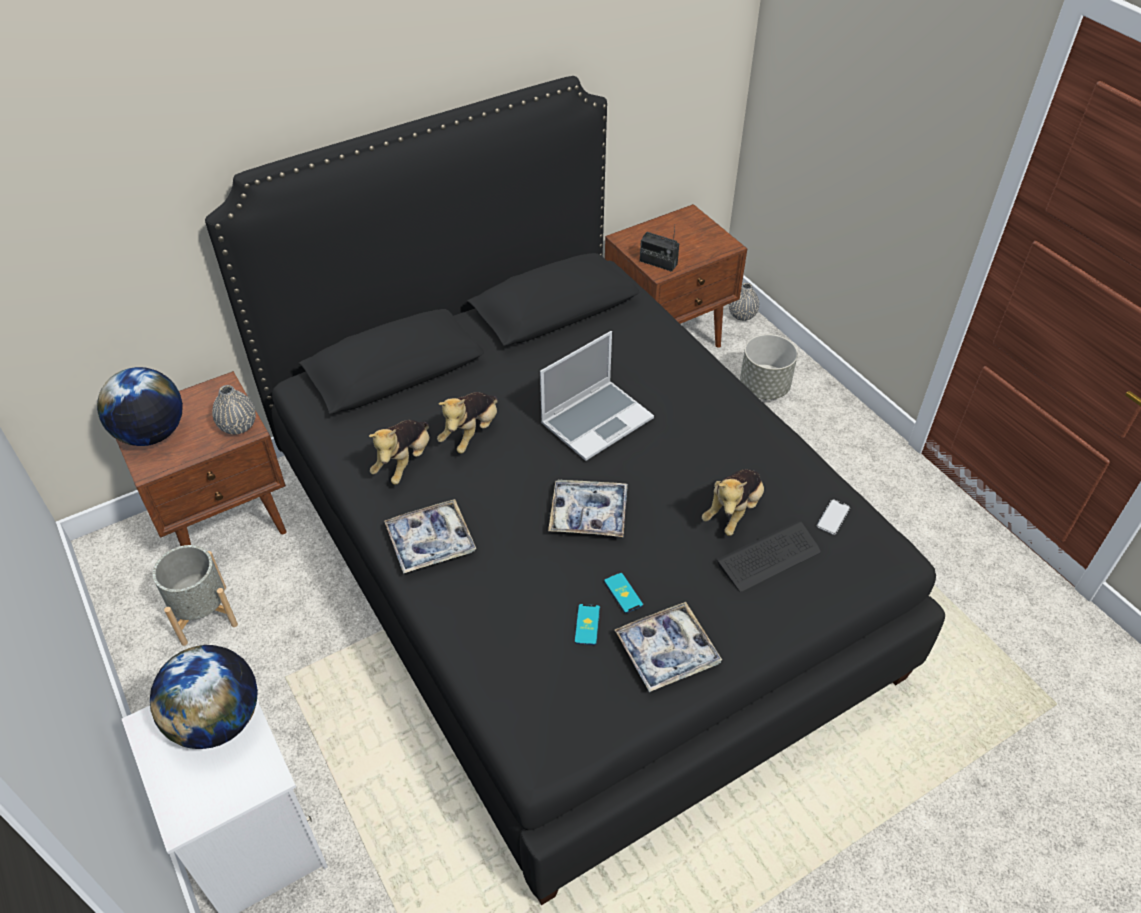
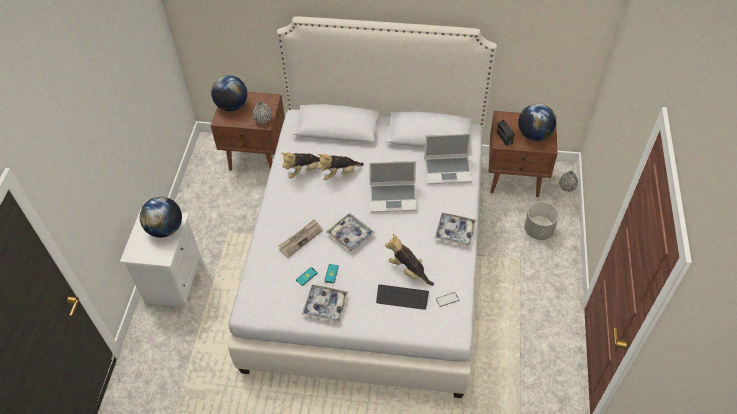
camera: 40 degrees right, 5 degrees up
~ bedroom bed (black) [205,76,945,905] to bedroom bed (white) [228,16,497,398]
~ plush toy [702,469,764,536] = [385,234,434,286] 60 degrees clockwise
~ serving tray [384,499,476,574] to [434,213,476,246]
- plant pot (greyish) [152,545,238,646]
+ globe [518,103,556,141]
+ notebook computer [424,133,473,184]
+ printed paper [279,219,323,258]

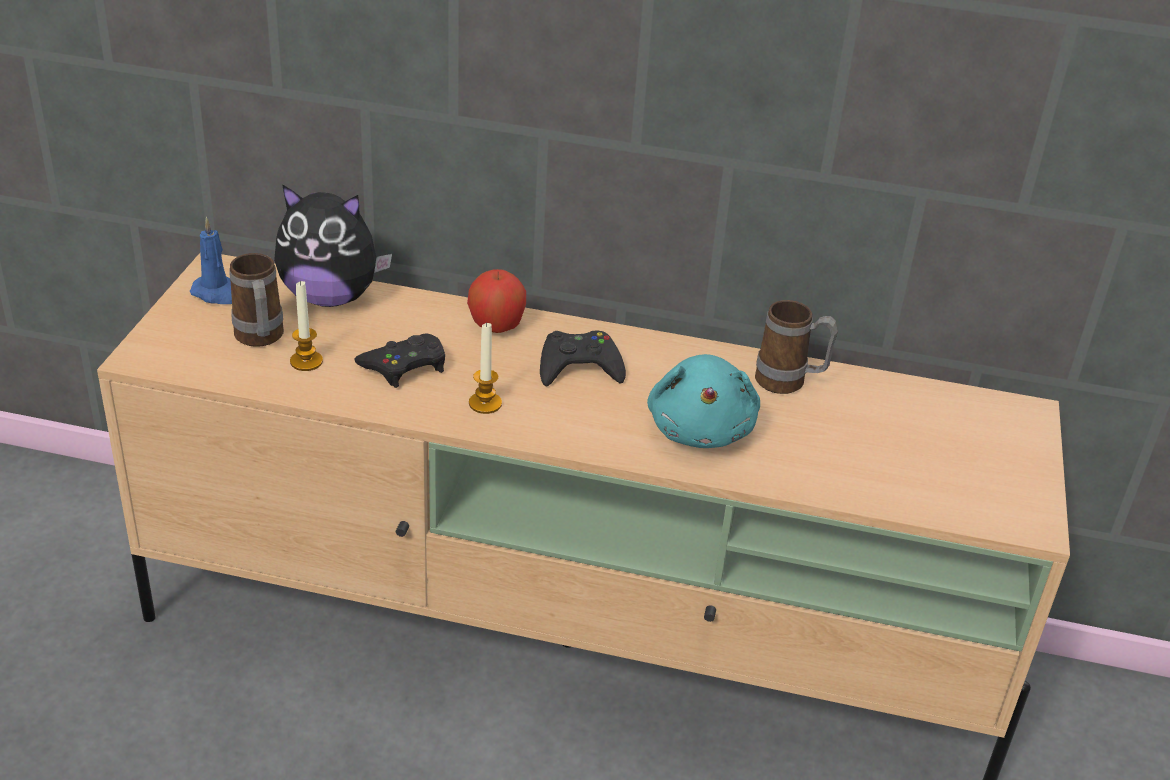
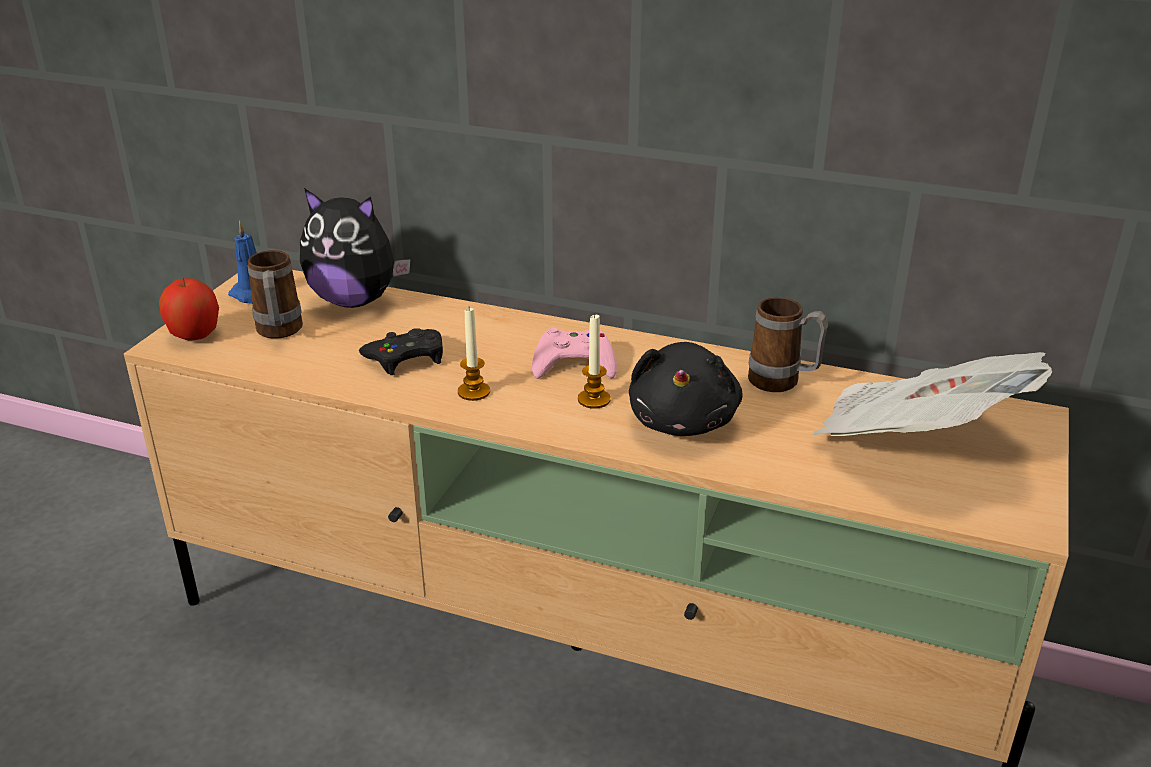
camera: 10 degrees right, 5 degrees down
~ whole apple [467,269,526,333] to [159,278,219,341]
~ wax candle [290,281,323,371] to [578,314,611,409]
~ game controller (black) [540,330,626,386] to game controller (pinkish) [532,327,617,379]
~ plush toy (turquoise) [647,354,760,448] to plush toy (black) [629,342,742,436]
+ printed paper [813,352,1052,436]

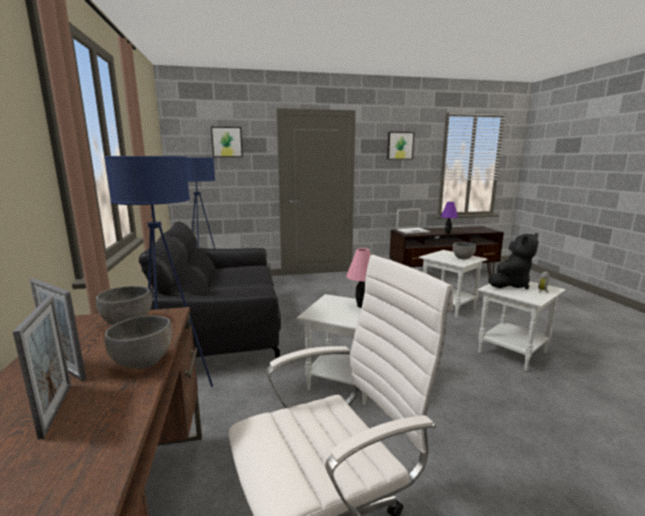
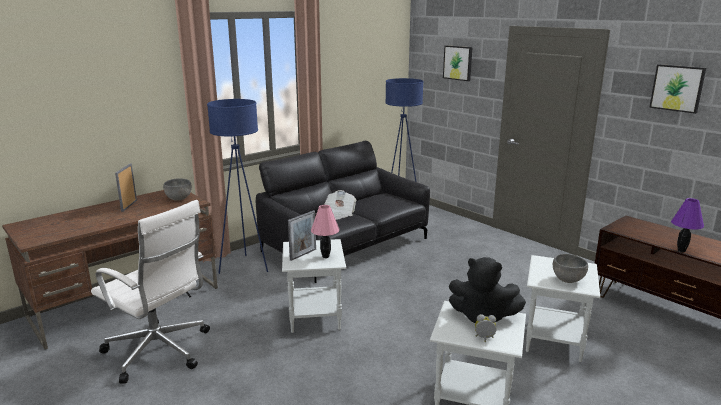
camera: 60 degrees right, 5 degrees up
- notebook computer [396,208,430,234]
~ picture frame [13,296,71,440] to [288,210,316,261]
- serving bowl (greyish) [105,316,172,369]
+ printed paper [324,190,356,220]

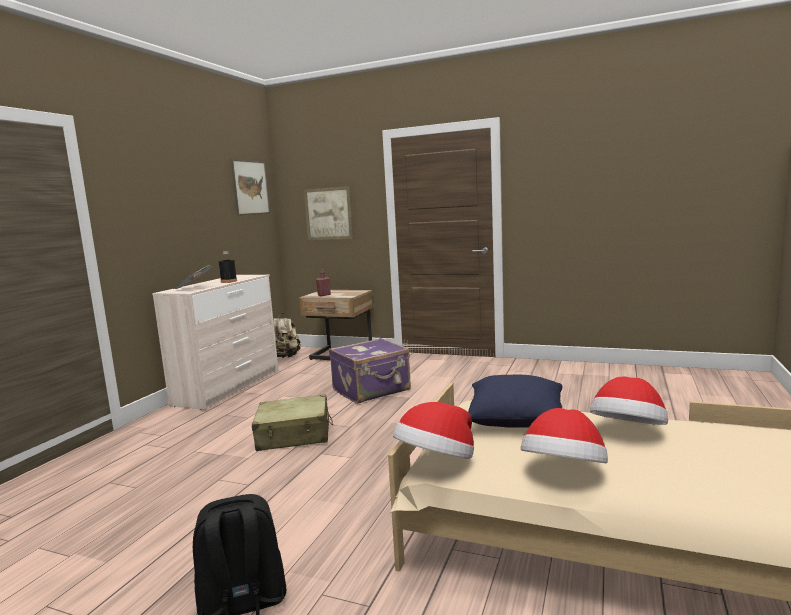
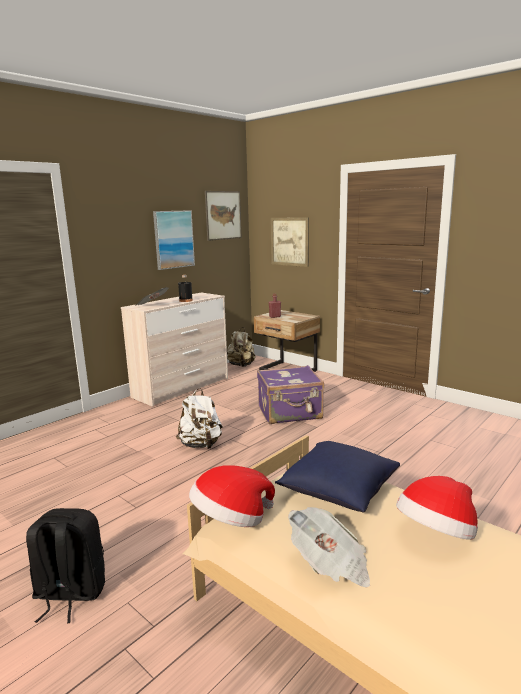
camera: 20 degrees right, 5 degrees up
~ suitcase (sand-coloured) [252,394,333,451] to backpack (white) [176,388,223,449]
~ clothing hat [521,408,608,463] to printed paper [288,507,370,588]
+ wall art [153,210,195,270]

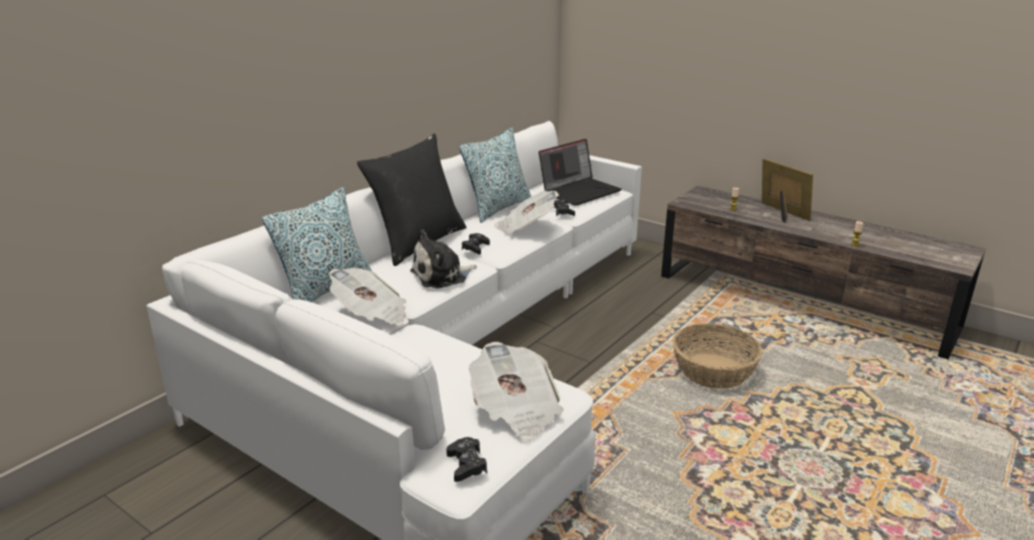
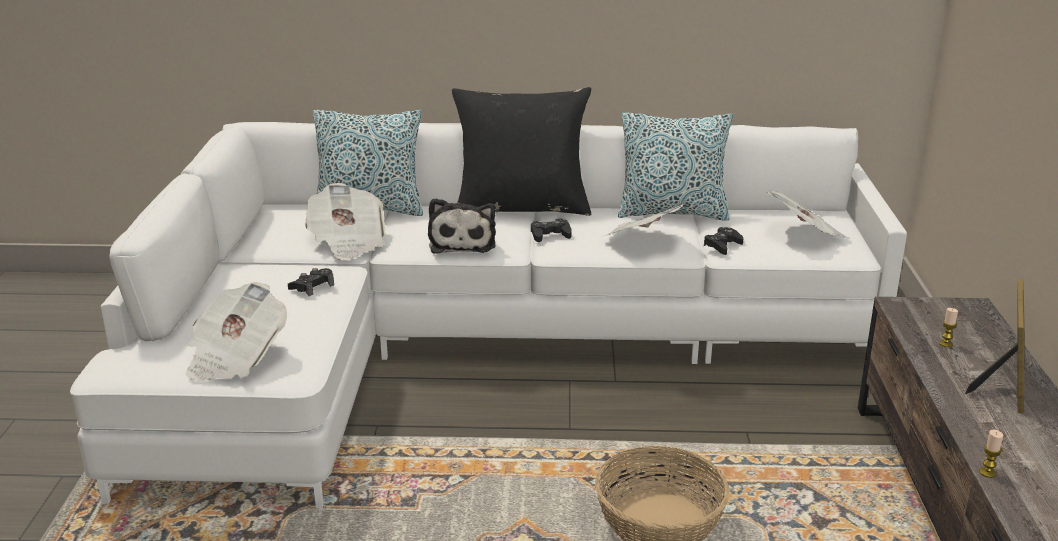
camera: 55 degrees right, 0 degrees up
~ notebook computer [538,139,622,206] to printed paper [767,191,850,239]
~ plush toy [410,229,477,288] = [428,198,496,254] 120 degrees counterclockwise
~ game controller (black) [446,437,487,482] to [288,268,334,296]

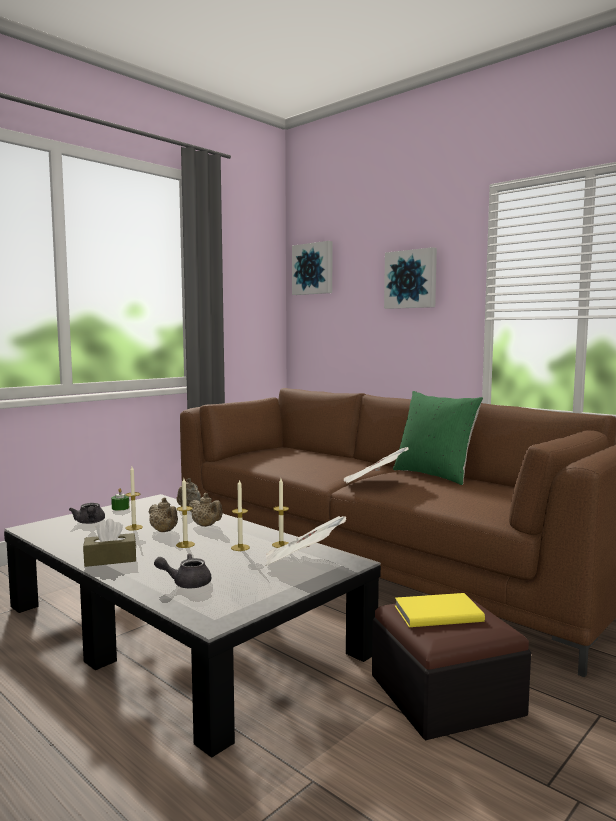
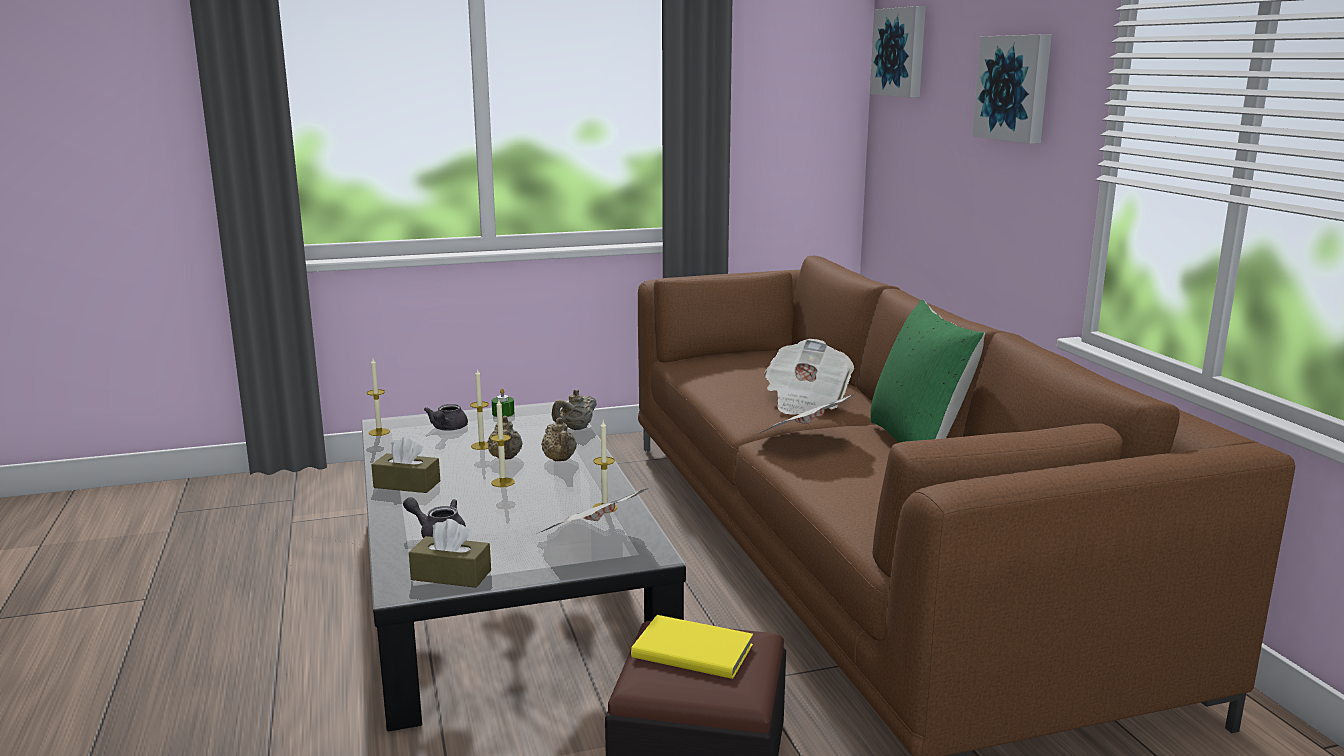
camera: 30 degrees right, 10 degrees up
~ wax candle [231,479,250,551] to [367,359,390,436]
+ printed paper [764,339,854,415]
+ tissue box (brown-coloured) [409,519,491,588]

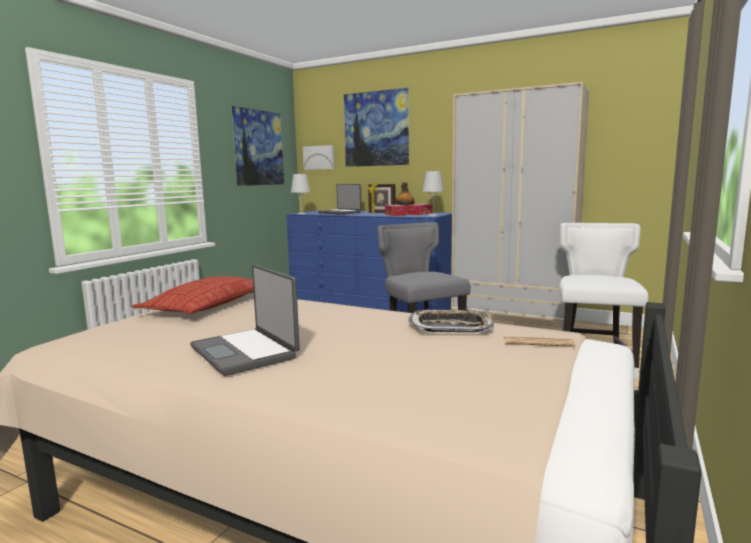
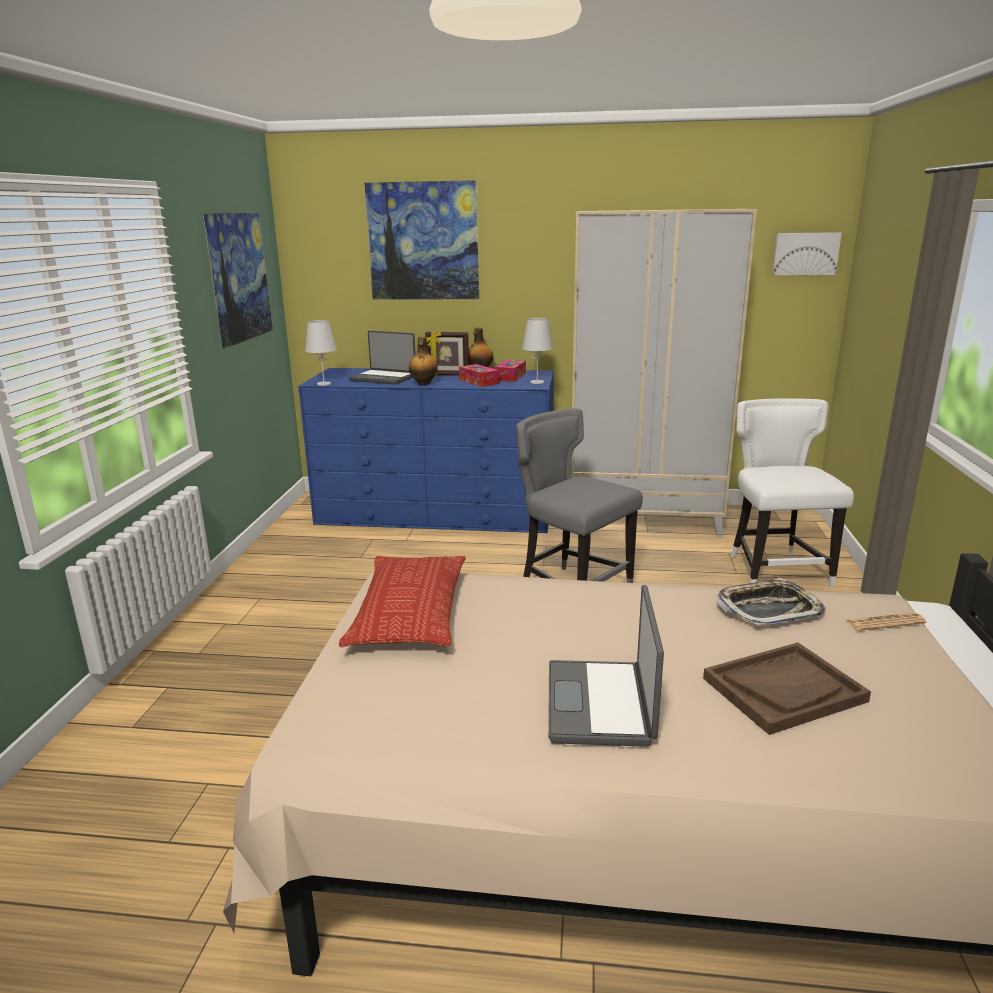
camera: 20 degrees left, 10 degrees up
~ wall art [303,145,334,170] to [772,232,842,275]
~ notebook computer [190,265,300,376] = [548,585,664,747] 60 degrees clockwise
+ bottle [409,337,438,385]
+ serving tray (brown-coloured) [703,642,871,735]

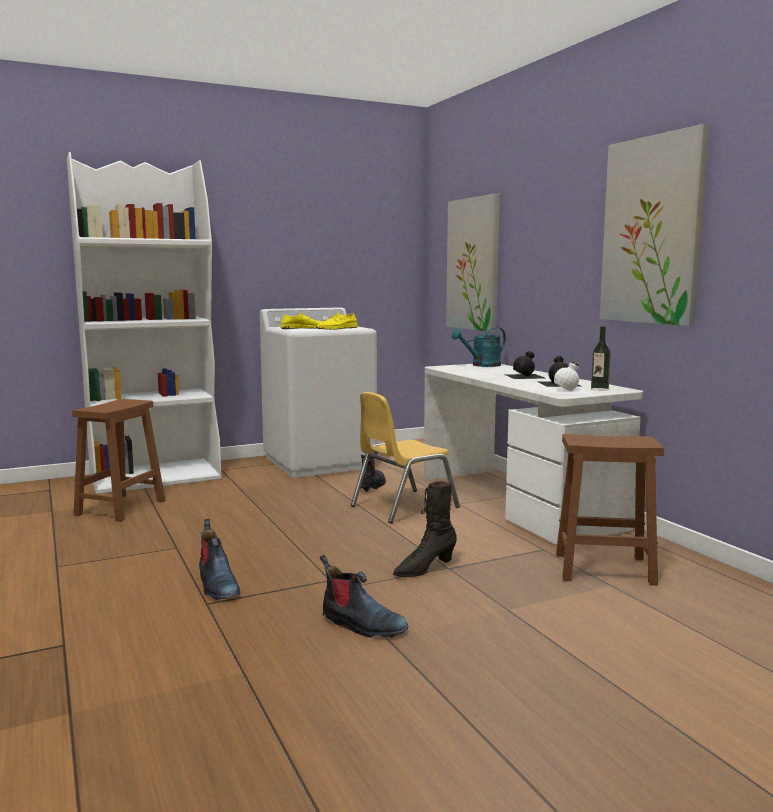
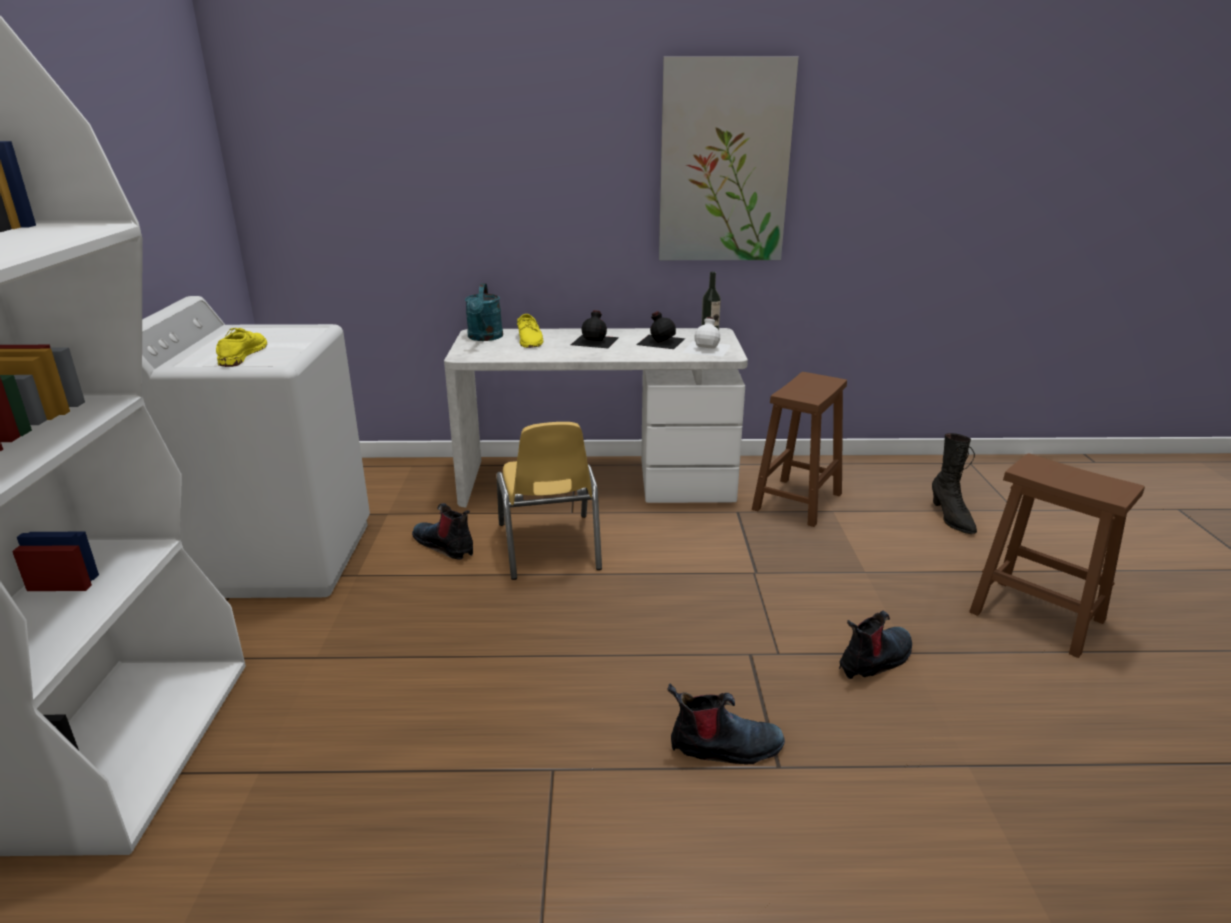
camera: 65 degrees left, 15 degrees up
- wall art [446,193,500,332]
~ shoe (yellowish) [316,313,358,329] to [517,314,543,348]
~ stool seat (brown-coloured) [72,399,165,522] to [969,454,1145,658]
~ boot (black) [393,482,457,577] to [932,433,977,534]

